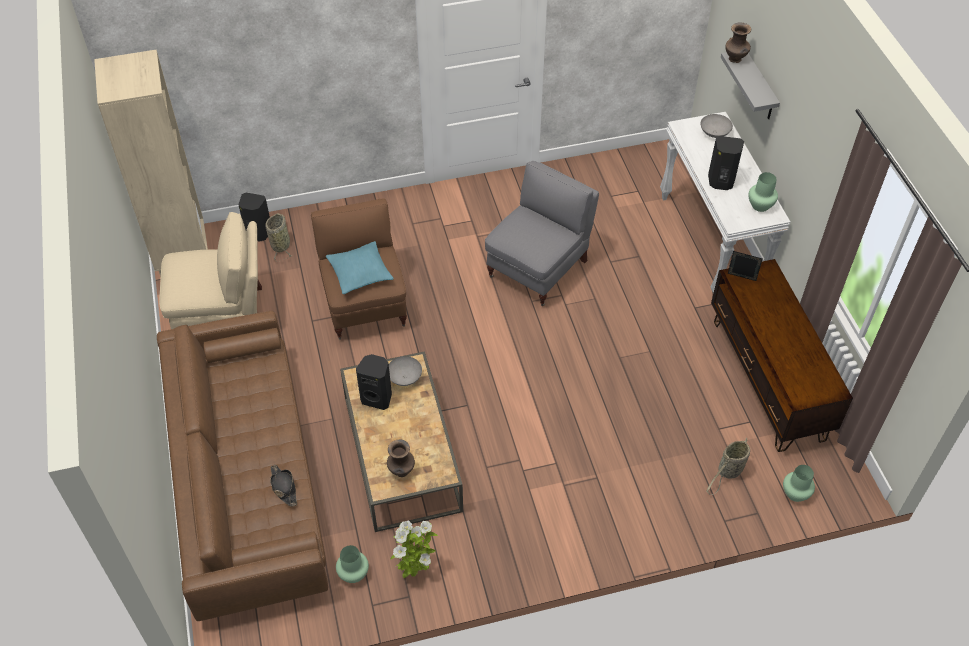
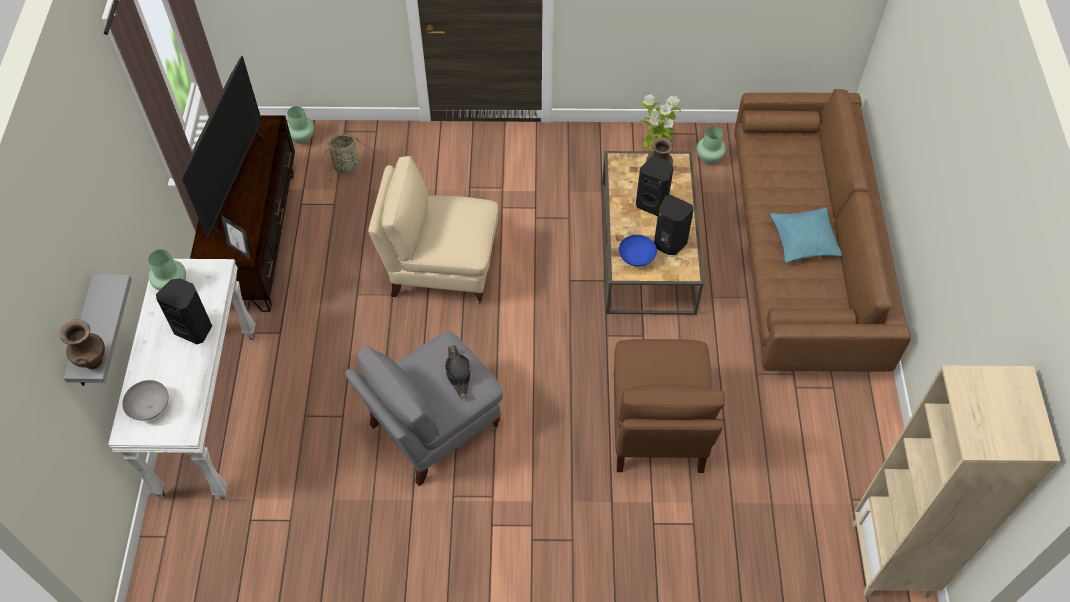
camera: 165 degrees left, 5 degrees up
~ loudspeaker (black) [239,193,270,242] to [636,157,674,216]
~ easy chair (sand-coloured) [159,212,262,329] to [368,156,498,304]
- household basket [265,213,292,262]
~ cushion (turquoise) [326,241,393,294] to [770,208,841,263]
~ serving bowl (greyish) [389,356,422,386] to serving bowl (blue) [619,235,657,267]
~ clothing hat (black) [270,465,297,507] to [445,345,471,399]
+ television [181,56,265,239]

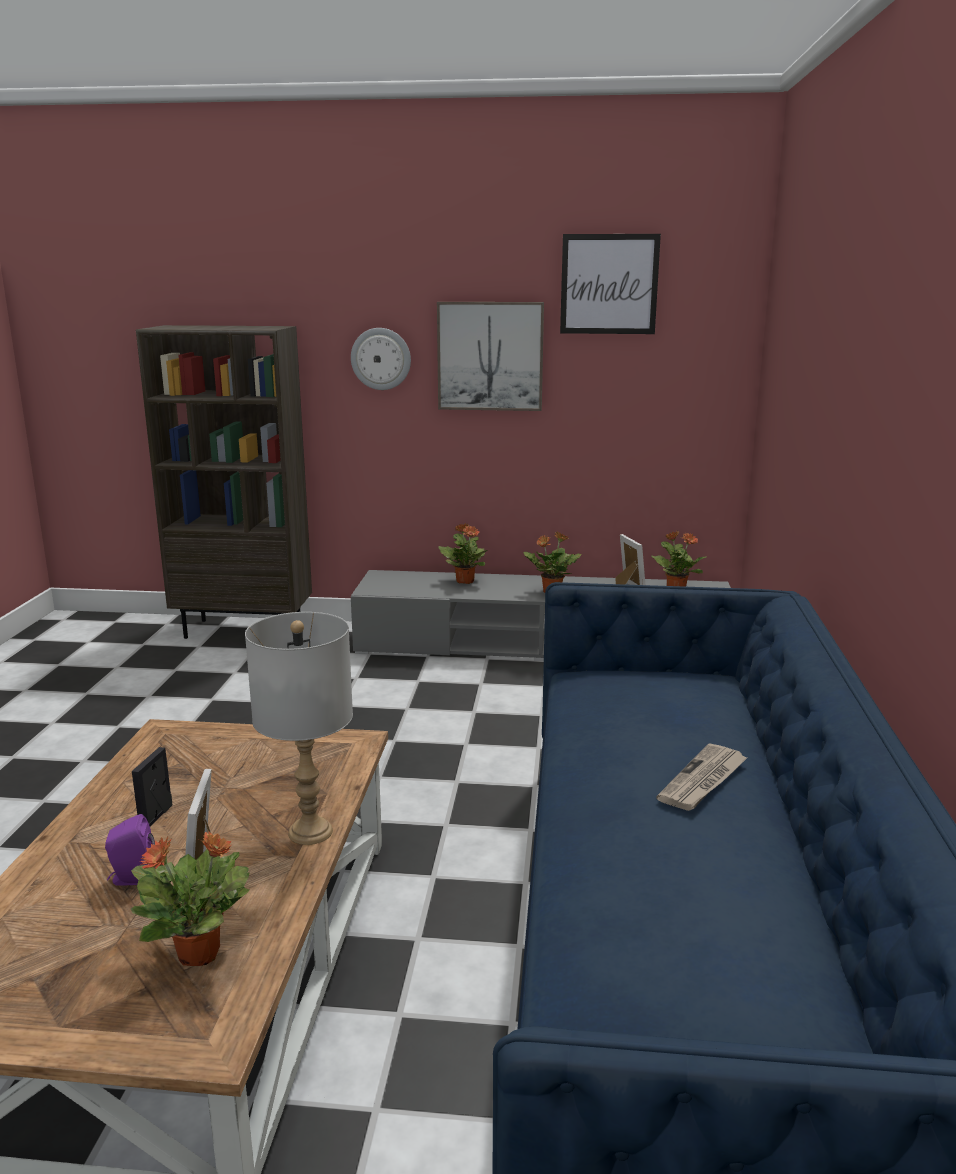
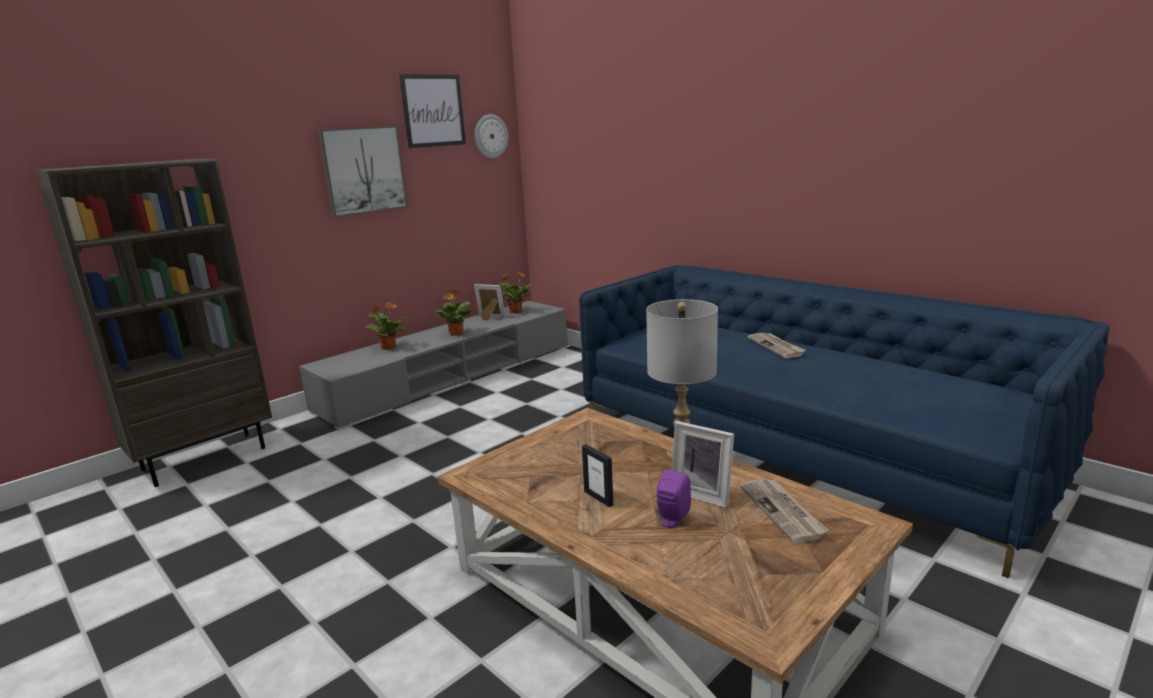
camera: 50 degrees left, 0 degrees up
~ wall clock [351,328,411,390] to [475,114,508,159]
~ plant in a pot [131,832,250,966] to printed paper [740,478,829,543]

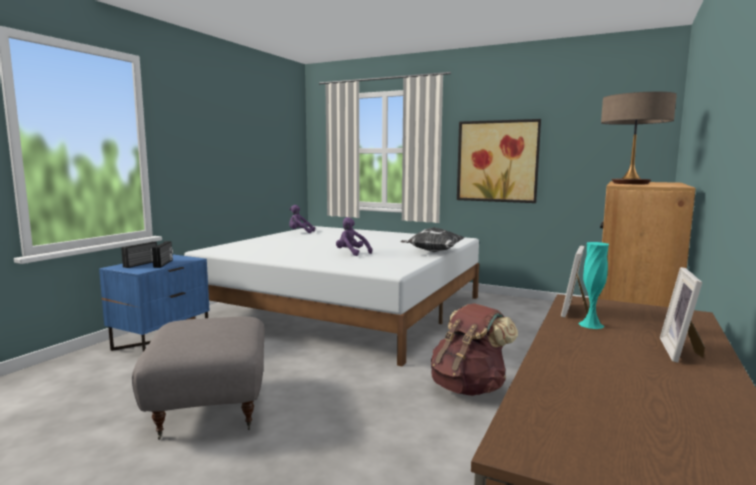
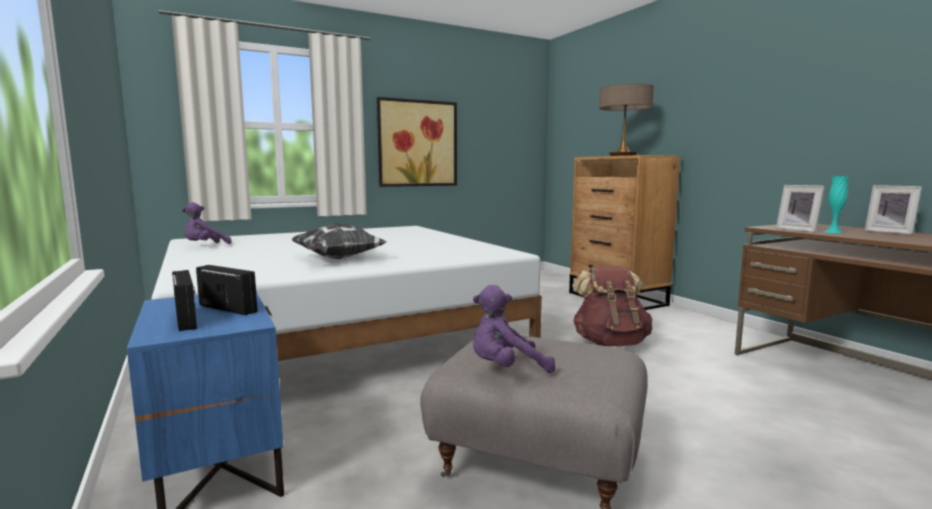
camera: 55 degrees left, 0 degrees up
~ plush toy (purplish) [336,217,372,256] to [473,285,555,373]
~ cushion [401,227,464,252] to [291,222,386,259]

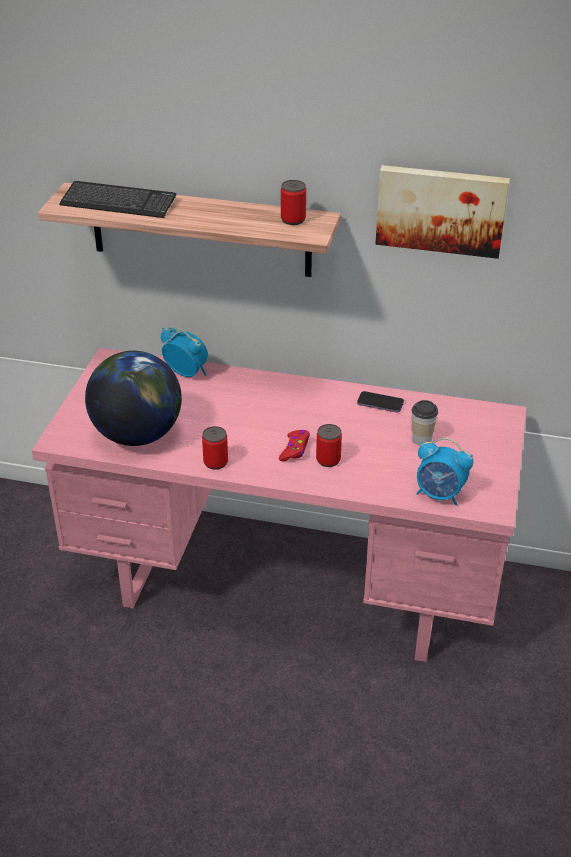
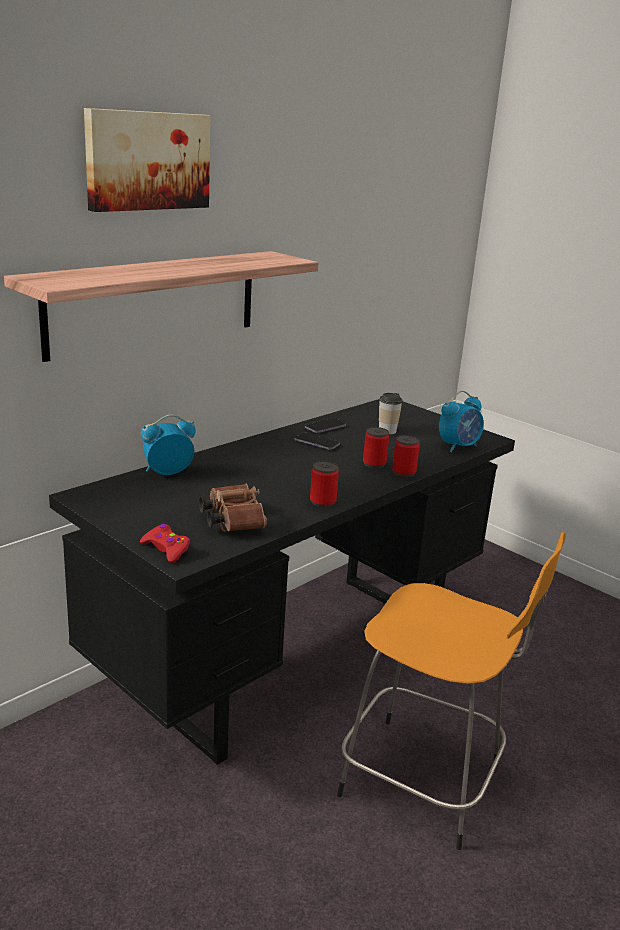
camera: 60 degrees left, 15 degrees down
~ wall art [375,165,510,259] to [84,108,210,212]
~ metal can [281,180,306,225] to [392,435,420,477]
- keyboard [59,181,176,218]
~ desk table (pinkish) [32,348,526,662] to desk table (black) [49,399,515,765]
~ globe [85,351,182,446] to field glasses (brown-coloured) [199,484,267,532]
~ game controller (red-coloured) [279,430,310,461] to [140,524,191,563]
+ telephone [295,432,340,450]
+ stool seat (orangey) [337,532,566,850]

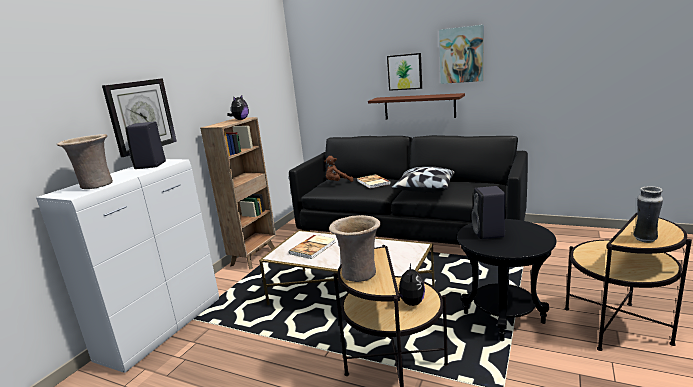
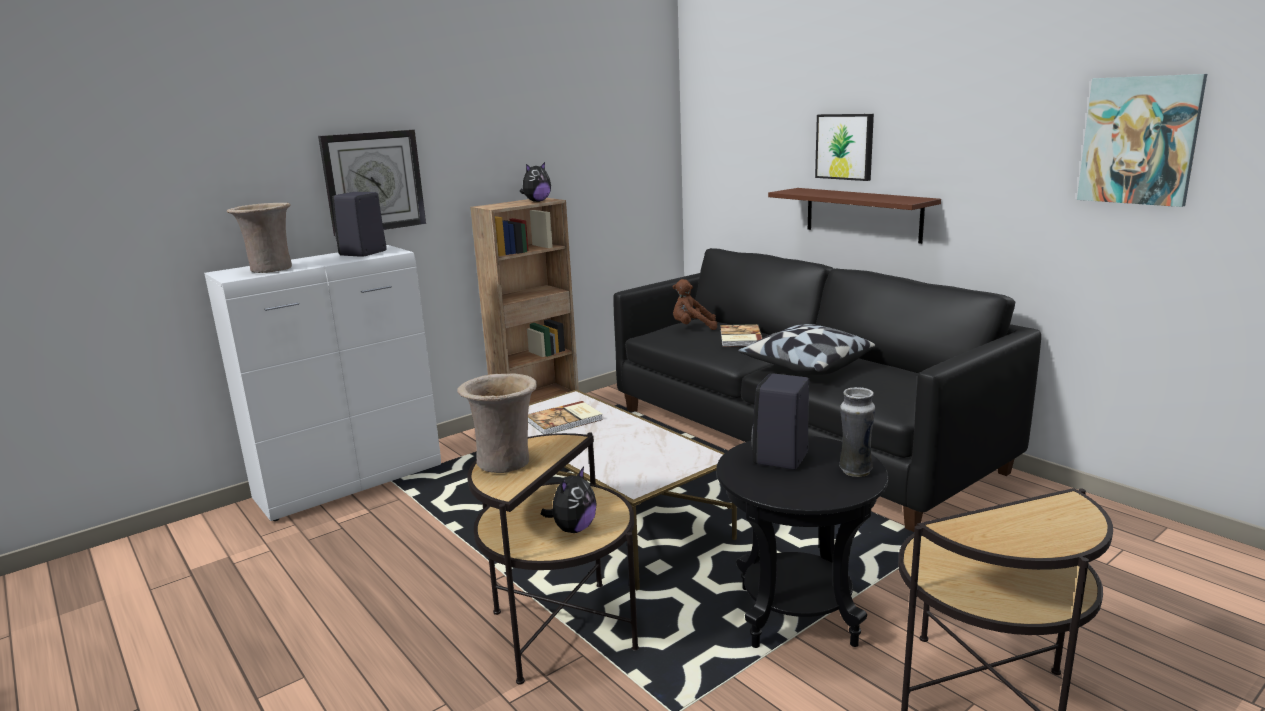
camera: 25 degrees right, 0 degrees up
~ wall art [439,25,484,84] to [1077,74,1207,207]
~ flower vase [633,186,663,243] to [839,387,875,477]

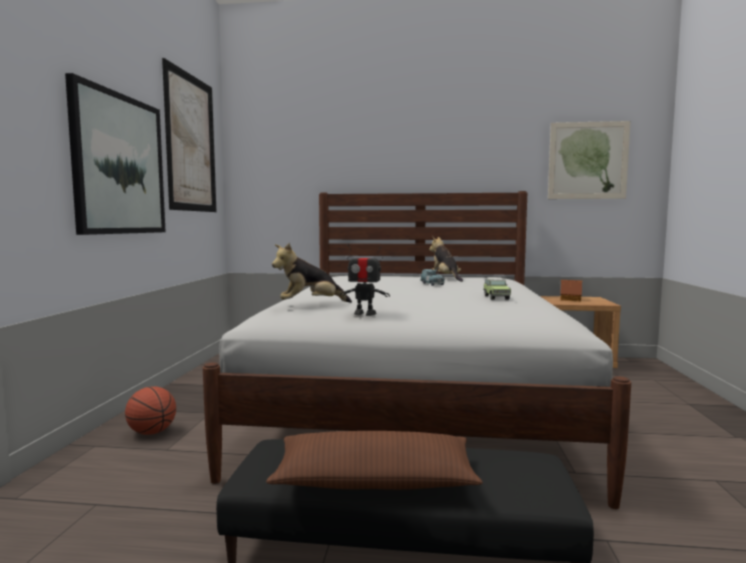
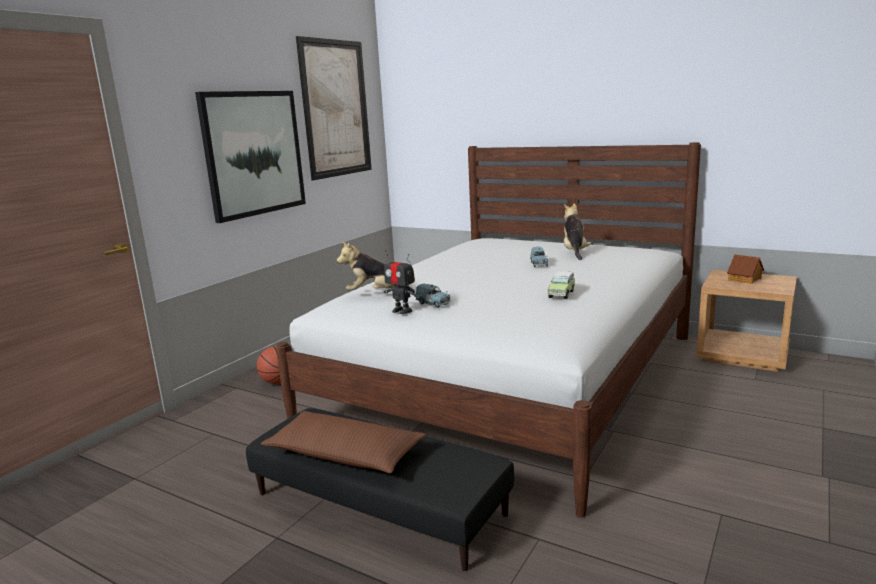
camera: 25 degrees right, 10 degrees up
- wall art [548,121,631,199]
+ toy car (blue) [416,284,450,308]

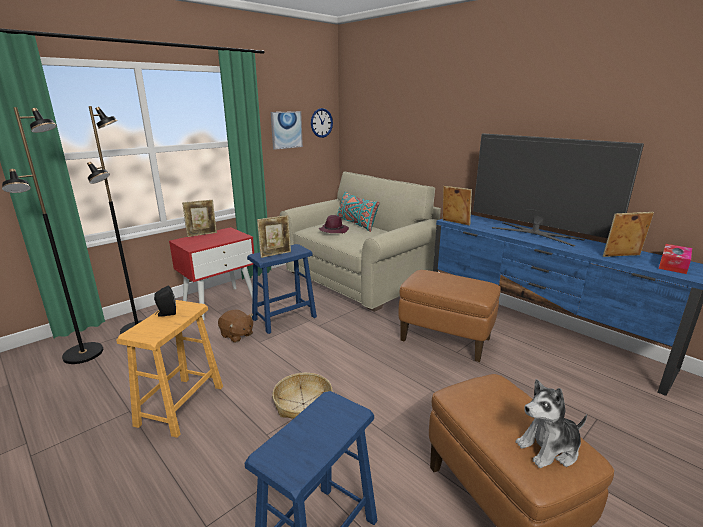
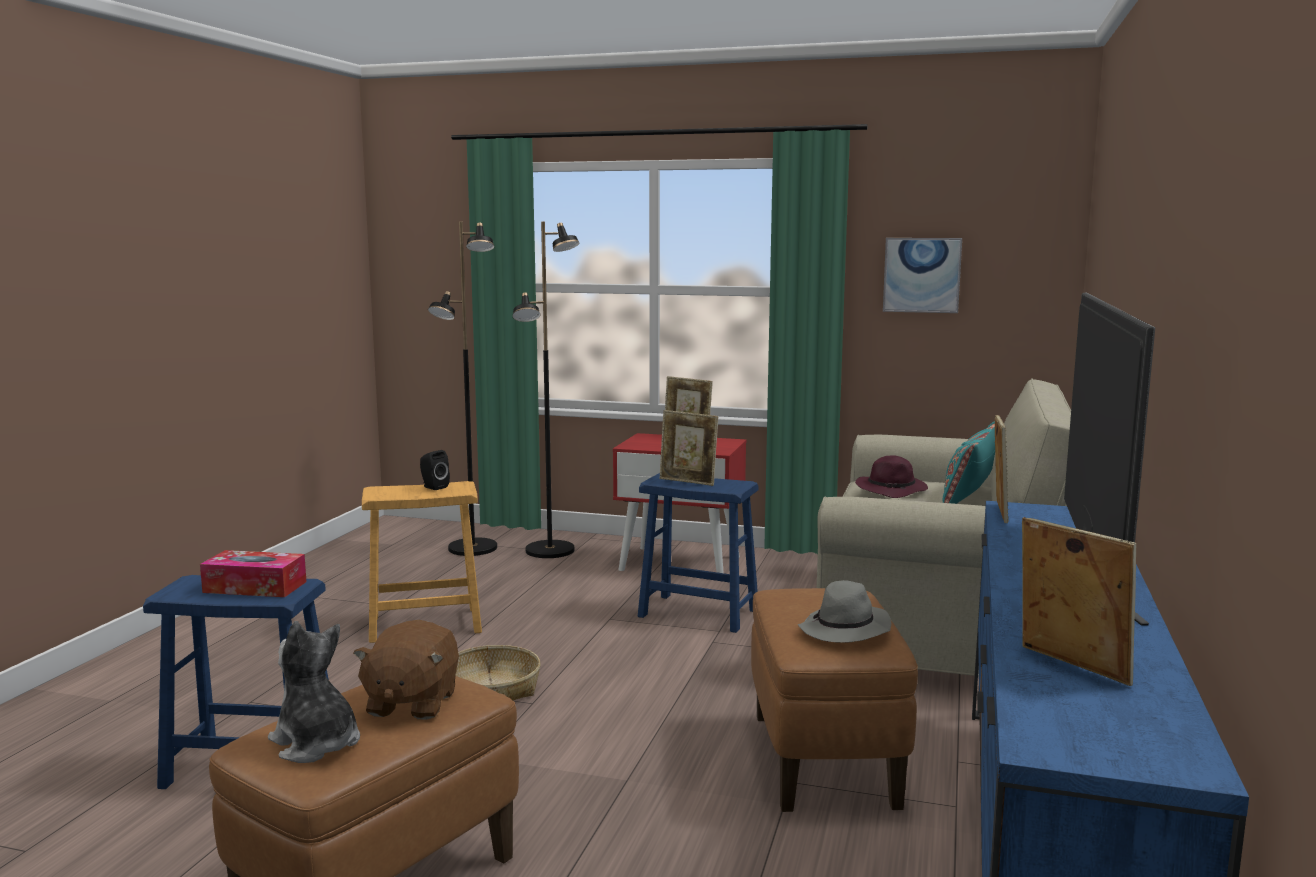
camera: 60 degrees right, 10 degrees down
- wall clock [311,108,333,138]
~ tissue box [659,244,692,274] to [200,550,306,597]
~ plush toy (brown-coloured) [218,310,253,343] to [353,620,459,720]
+ clothing hat (greyish) [798,580,891,643]

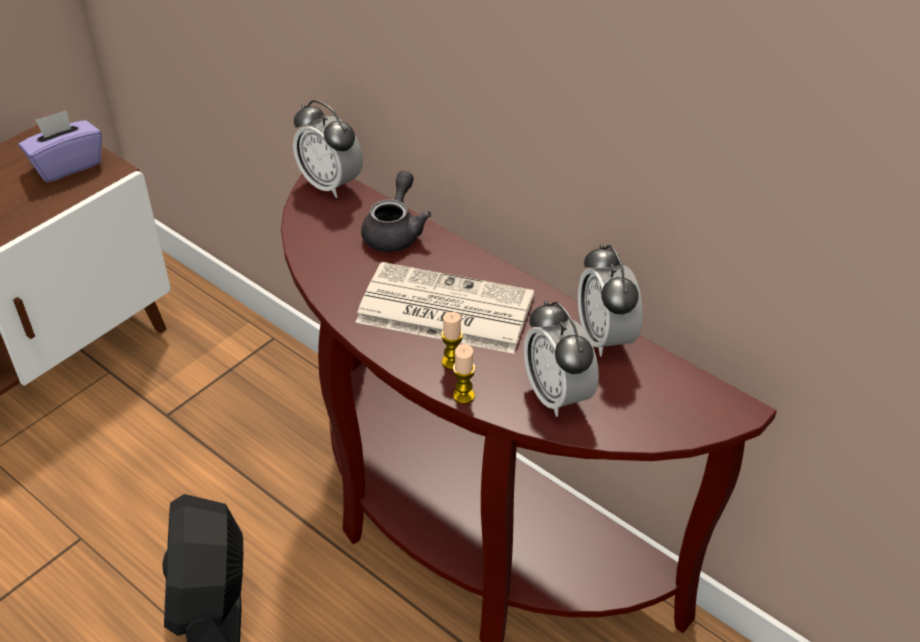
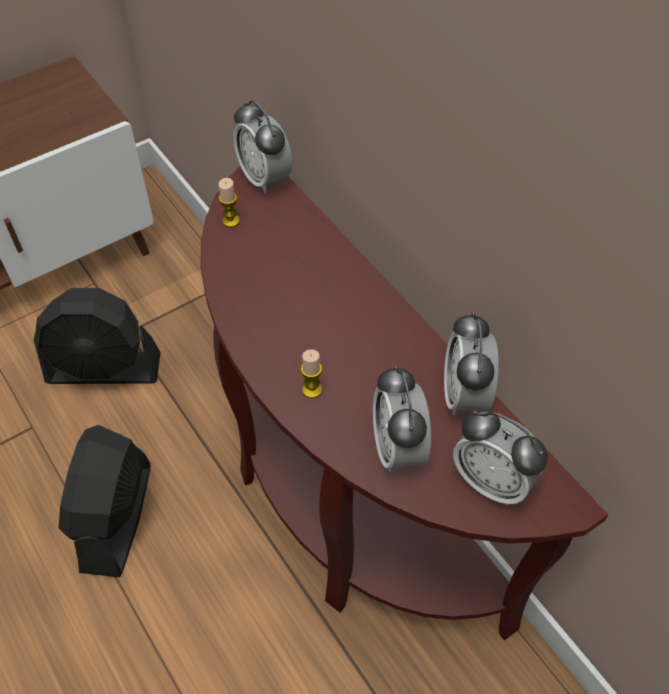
camera: 15 degrees right, 10 degrees up
- tissue box (purplish) [19,110,102,182]
- tea pot (greyish) [361,171,431,252]
- printed paper [355,262,534,354]
~ wax candle [453,344,475,404] to [219,178,240,228]
+ cooling fan (black) [34,288,161,384]
+ table clock [453,409,548,505]

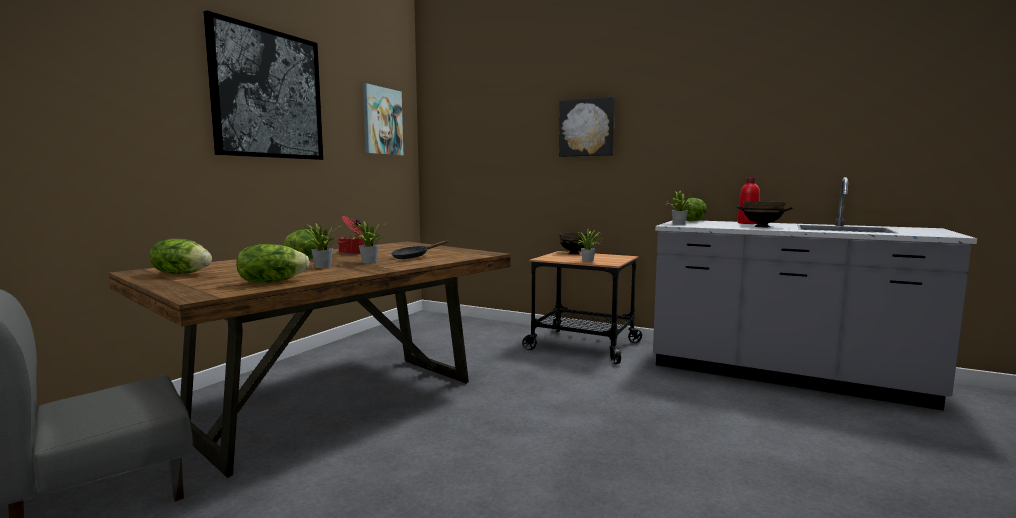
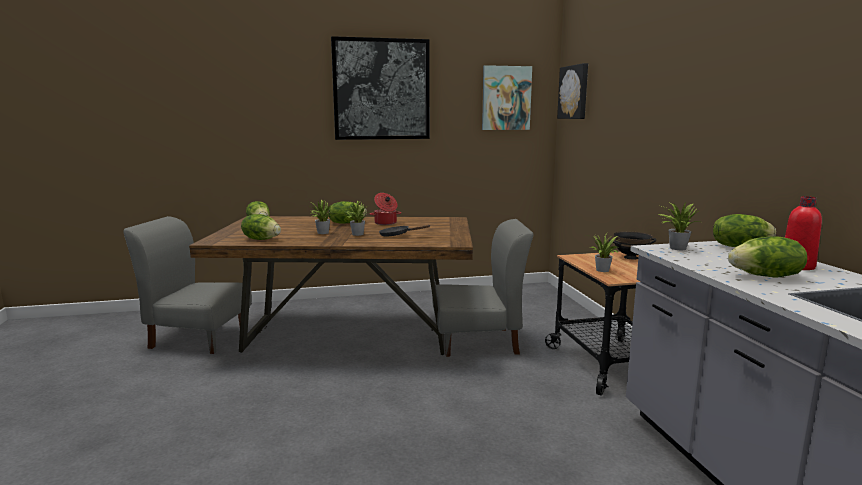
camera: 50 degrees right, 5 degrees up
~ wall art [559,97,615,157] to [557,63,588,119]
~ serving bowl (black) [737,201,793,227] to lettuce [728,236,807,277]
+ plain chair (greyish) [432,219,533,357]

